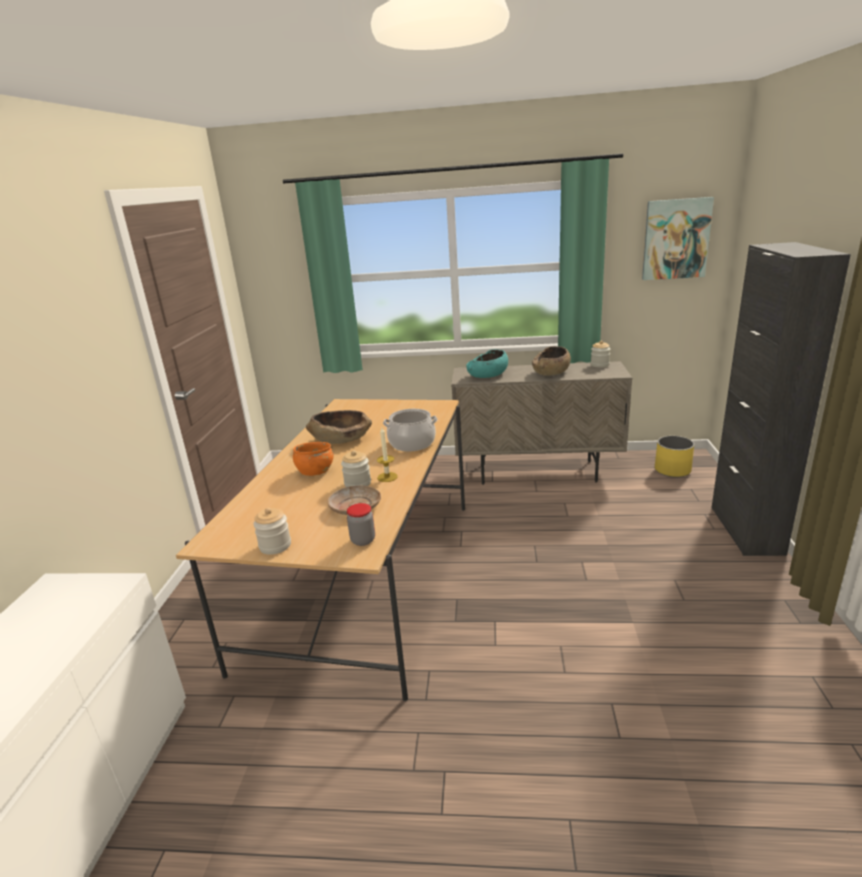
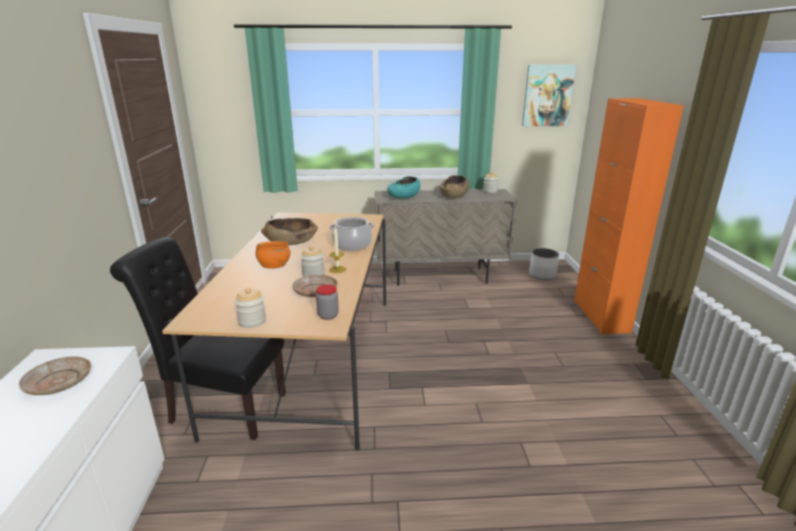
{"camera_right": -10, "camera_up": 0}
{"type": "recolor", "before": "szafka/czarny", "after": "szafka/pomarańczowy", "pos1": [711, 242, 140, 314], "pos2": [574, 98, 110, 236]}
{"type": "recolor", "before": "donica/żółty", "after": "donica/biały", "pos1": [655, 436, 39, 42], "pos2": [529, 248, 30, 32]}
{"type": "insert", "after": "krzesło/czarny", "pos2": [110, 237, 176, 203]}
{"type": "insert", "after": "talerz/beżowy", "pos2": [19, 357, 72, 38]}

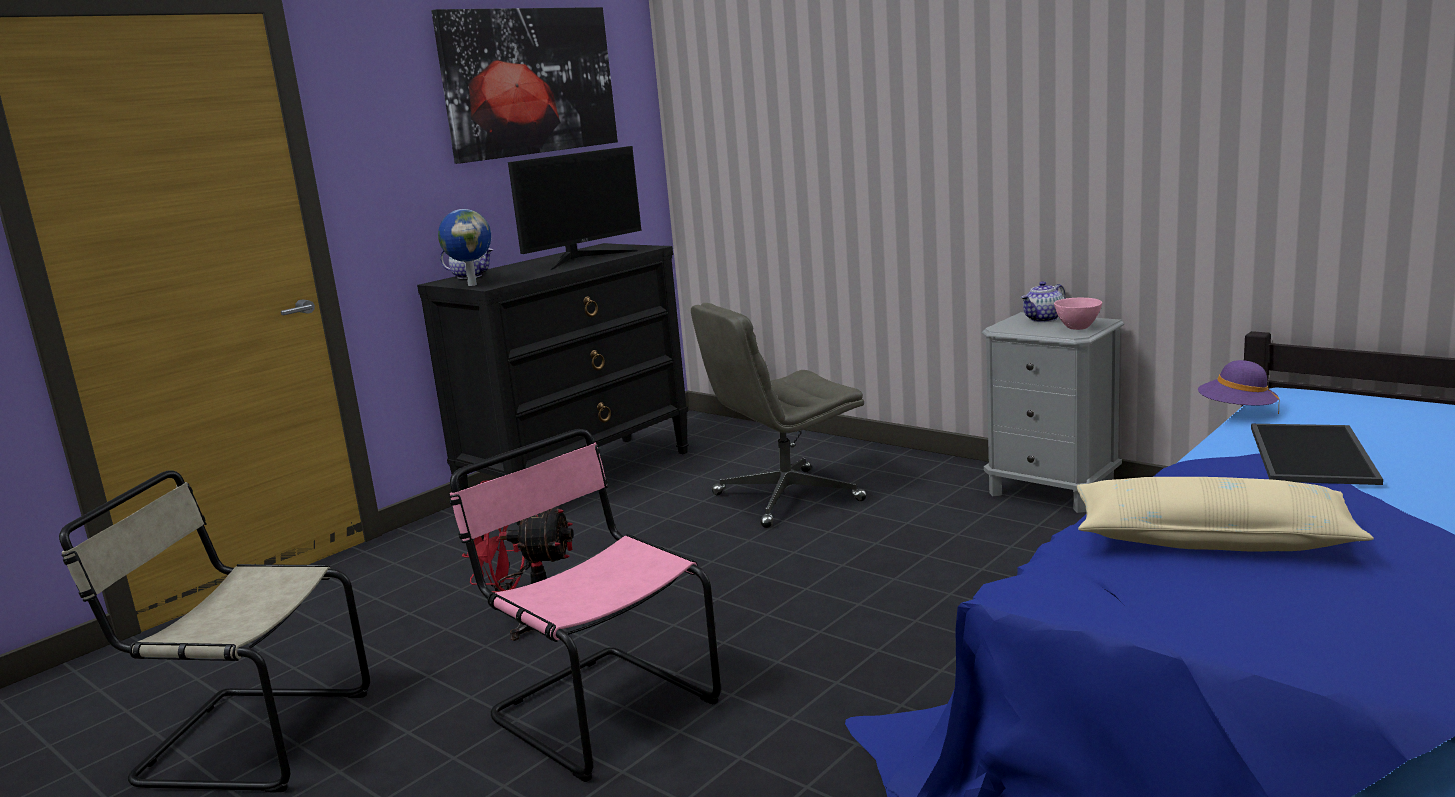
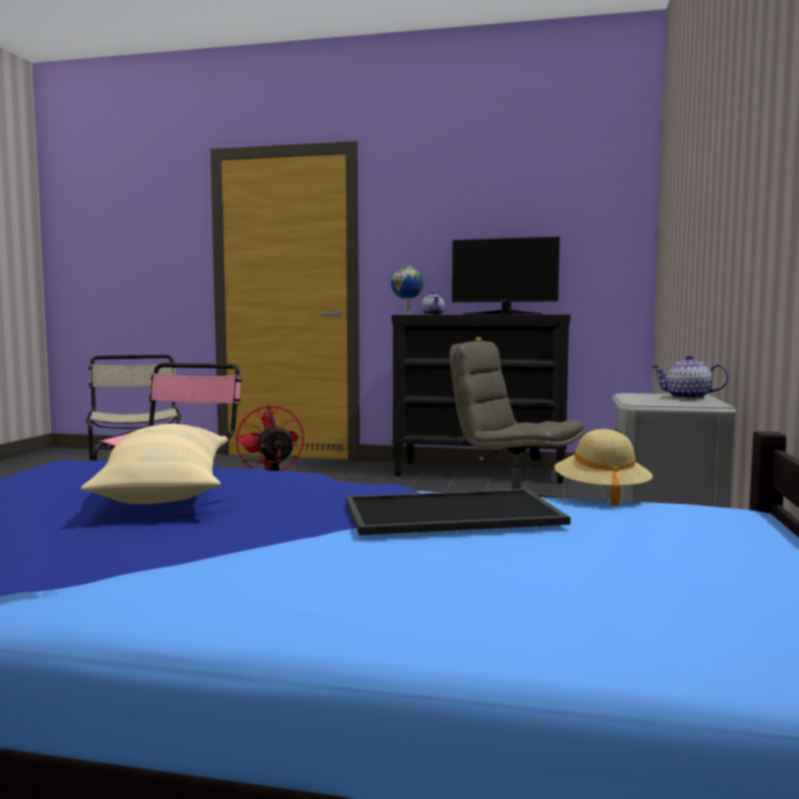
{"camera_right": 60, "camera_up": -10}
{"type": "delete", "before": "obraz", "pos1": [431, 7, 187, 157]}
{"type": "delete", "before": "miska/różowy", "pos1": [1054, 298, 48, 32]}
{"type": "recolor", "before": "kapelusz/fioletowy", "after": "kapelusz/beżowy", "pos1": [1198, 360, 82, 54], "pos2": [554, 429, 99, 78]}

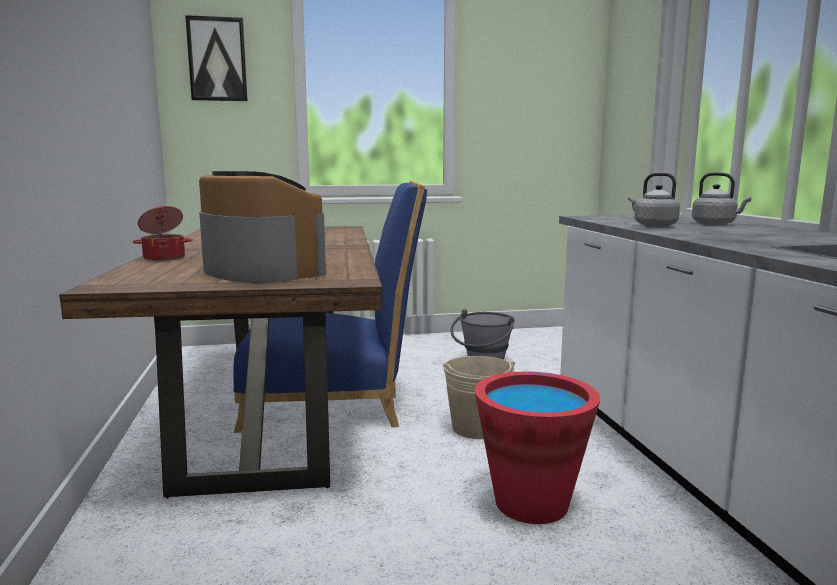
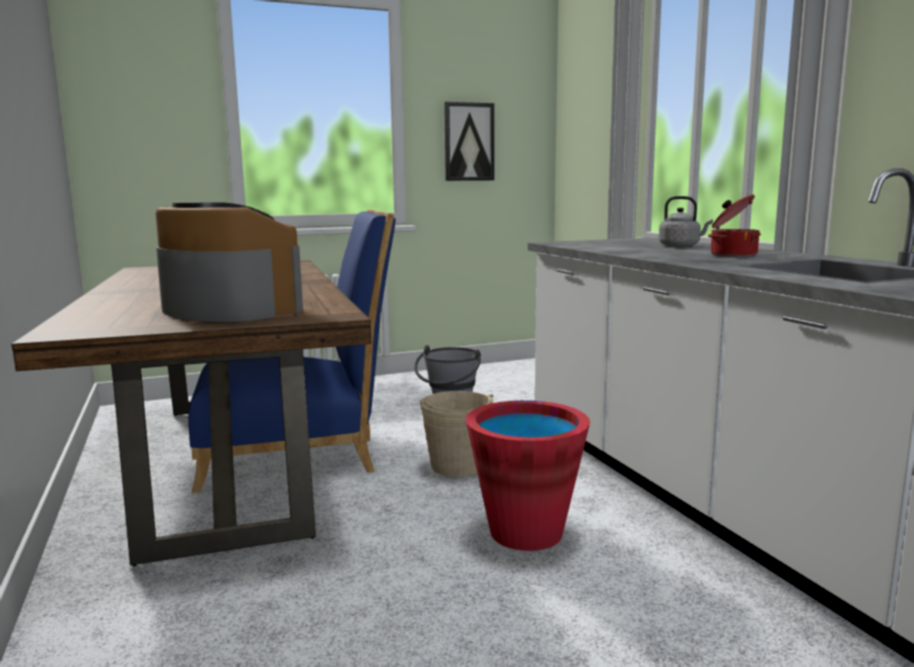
{"camera_right": -10, "camera_up": 0}
{"type": "move", "before": "obraz", "pos1": [185, 15, 63, 86], "pos2": [444, 102, 50, 79]}
{"type": "delete", "before": "czajnik/szary", "pos1": [628, 173, 52, 54]}
{"type": "move", "before": "garnek", "pos1": [132, 206, 61, 55], "pos2": [708, 195, 53, 62]}

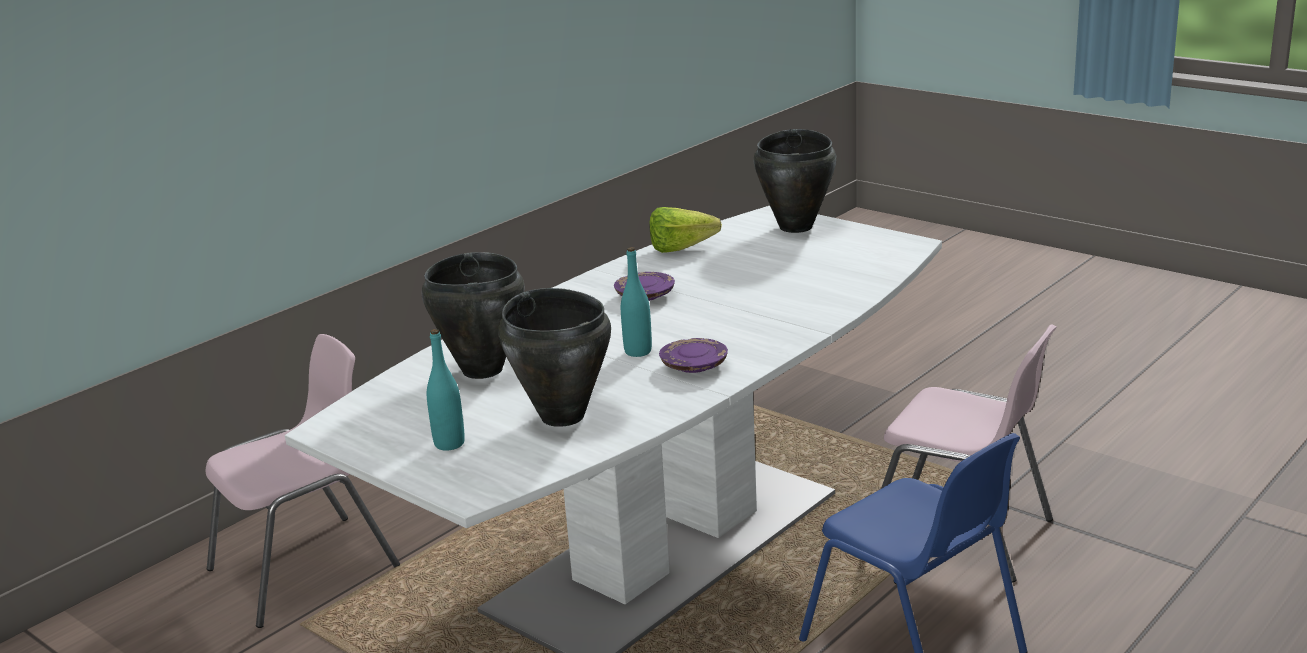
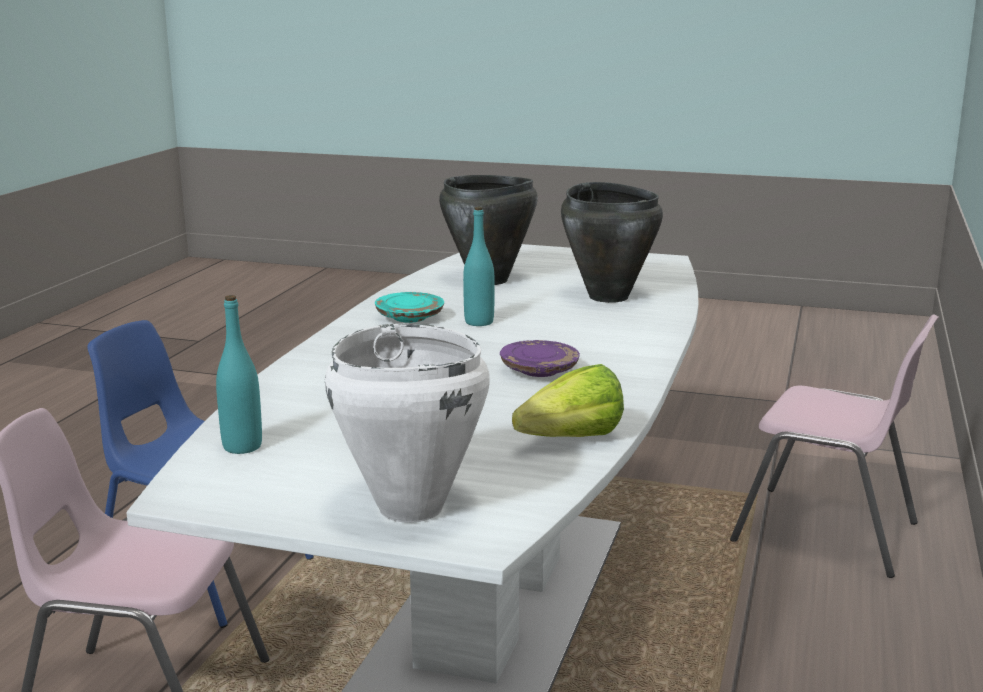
{"camera_right": 155, "camera_up": -5}
{"type": "recolor", "before": "garnek/czarny", "after": "garnek/biały", "pos1": [753, 129, 83, 104], "pos2": [325, 324, 165, 199]}
{"type": "move", "before": "butelka/turkusowy", "pos1": [427, 329, 38, 122], "pos2": [216, 295, 46, 159]}
{"type": "rotate", "before": "krzesło/różowy", "pos1": [206, 334, 194, 294], "pos2": [730, 315, 209, 263], "turn": -90}
{"type": "recolor", "before": "talerz/fioletowy", "after": "talerz/turkusowy", "pos1": [659, 338, 69, 35], "pos2": [375, 292, 69, 31]}

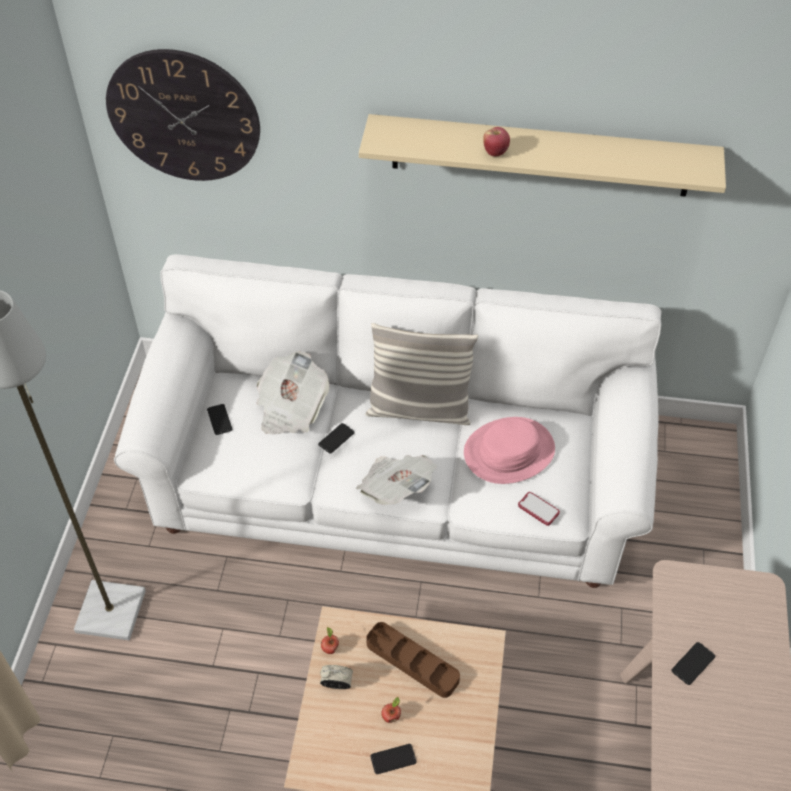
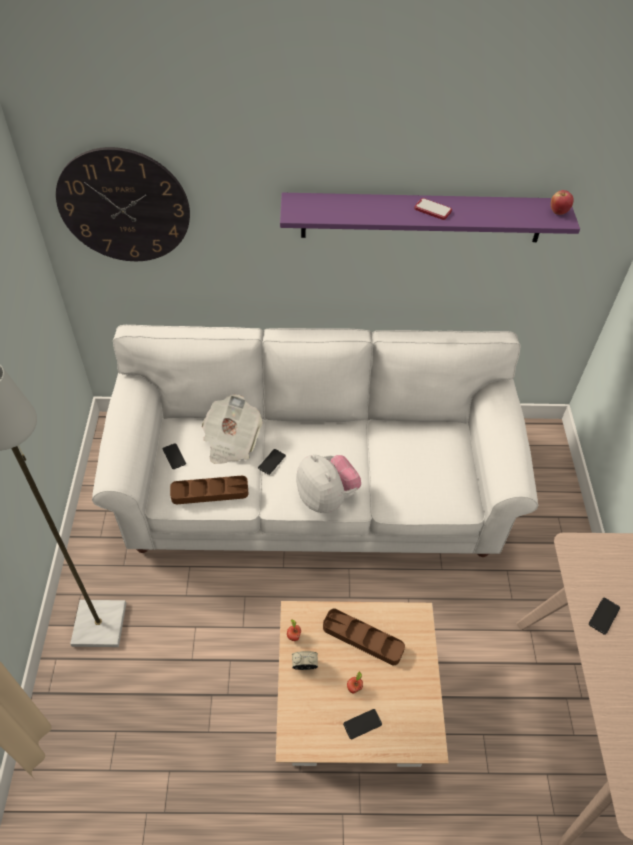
{"camera_right": -10, "camera_up": 0}
{"type": "recolor", "before": "półka/beżowy", "after": "półka/fioletowy", "pos1": [359, 114, 367, 83], "pos2": [280, 193, 300, 49]}
{"type": "move", "before": "jabłko", "pos1": [483, 127, 27, 30], "pos2": [551, 190, 23, 25]}
{"type": "delete", "before": "poduszka", "pos1": [365, 323, 113, 102]}
{"type": "delete", "before": "kapelusz/różowy", "pos1": [464, 417, 91, 67]}
{"type": "replace", "before": "gazeta", "after": "pluszak", "pos1": [356, 455, 81, 50], "pos2": [296, 455, 65, 58]}
{"type": "move", "before": "telefon", "pos1": [518, 492, 42, 34], "pos2": [414, 198, 38, 22]}
{"type": "insert", "after": "taca/brązowy", "pos2": [170, 476, 79, 28]}

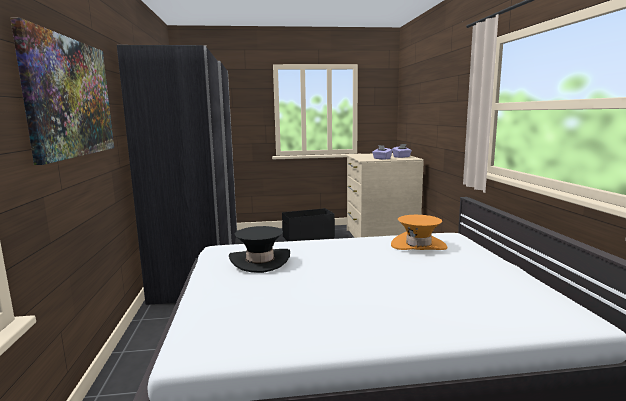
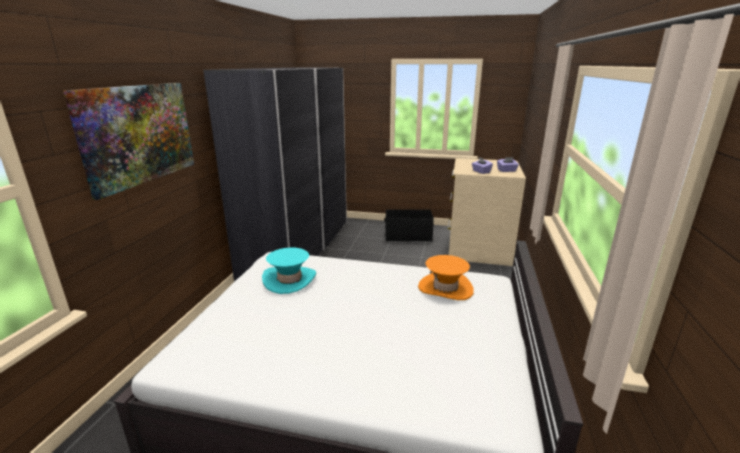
{"camera_right": 20, "camera_up": 10}
{"type": "recolor", "before": "kapelusz/czarny", "after": "kapelusz/turkusowy", "pos1": [229, 226, 61, 47], "pos2": [262, 248, 54, 46]}

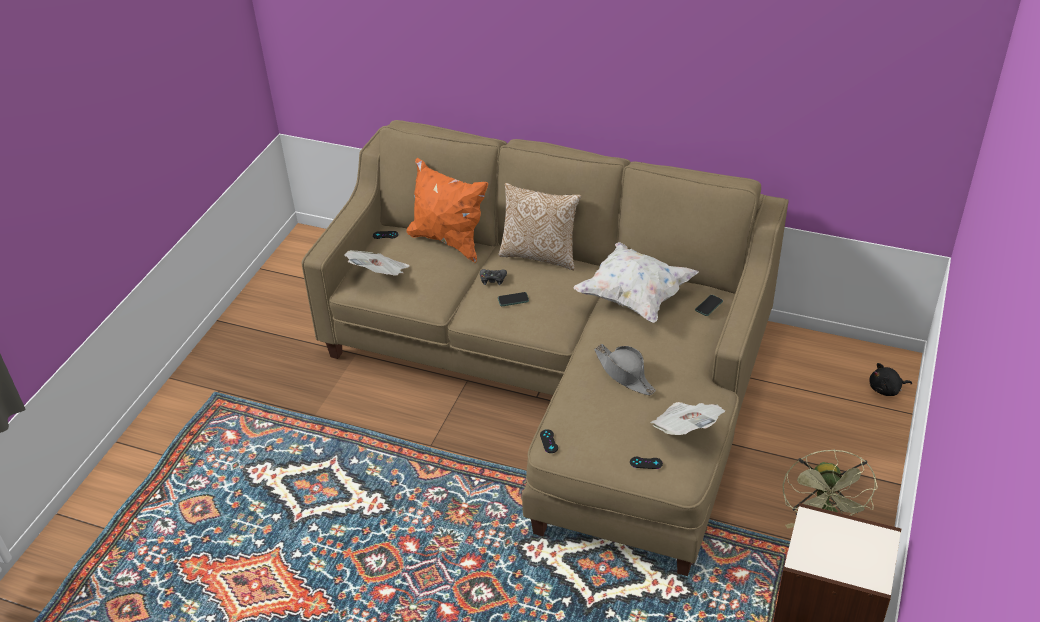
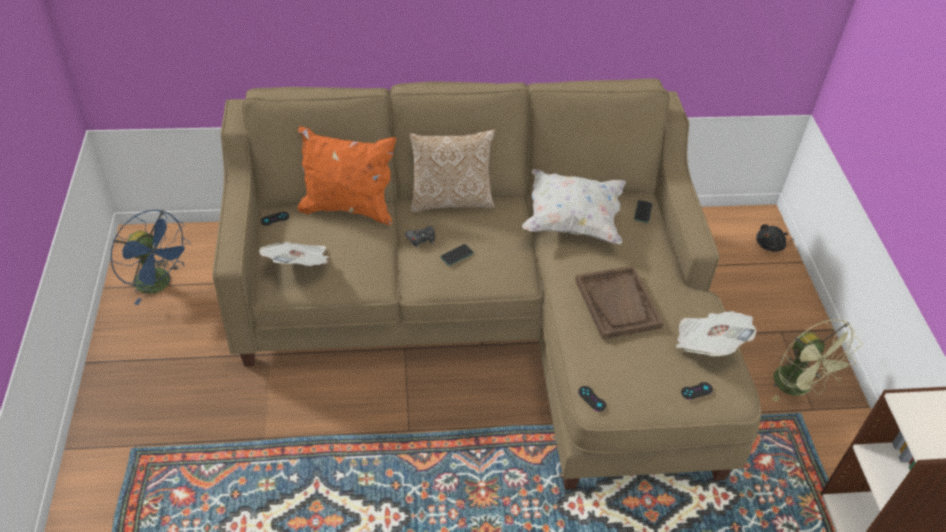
{"camera_right": -30, "camera_up": 5}
{"type": "replace", "before": "kapelusz/szary", "after": "taca/brązowy", "pos1": [594, 344, 62, 51], "pos2": [575, 266, 88, 73]}
{"type": "insert", "after": "wentylator/niebieski", "pos2": [110, 209, 81, 96]}

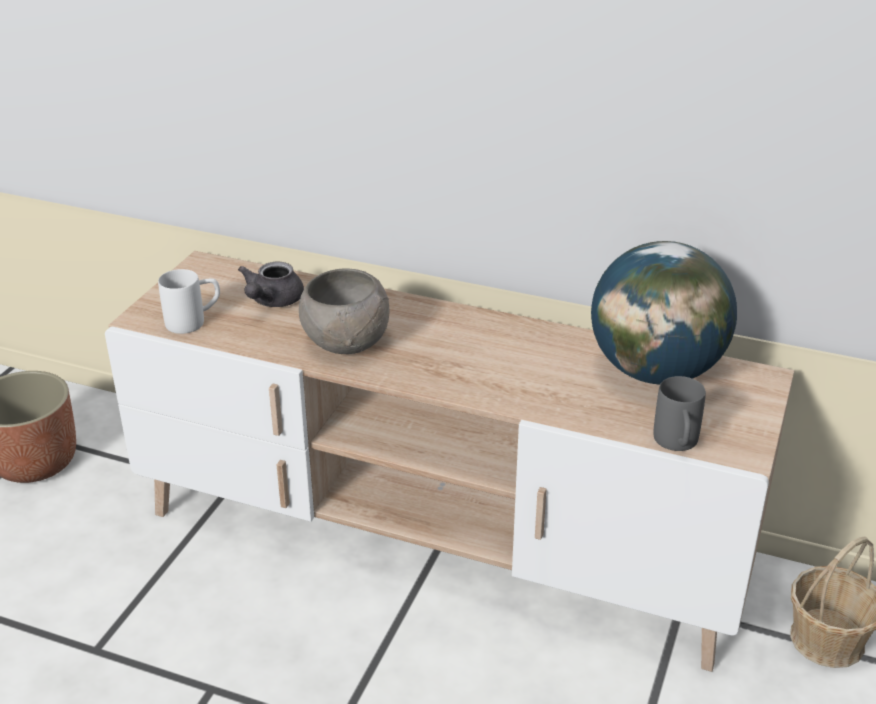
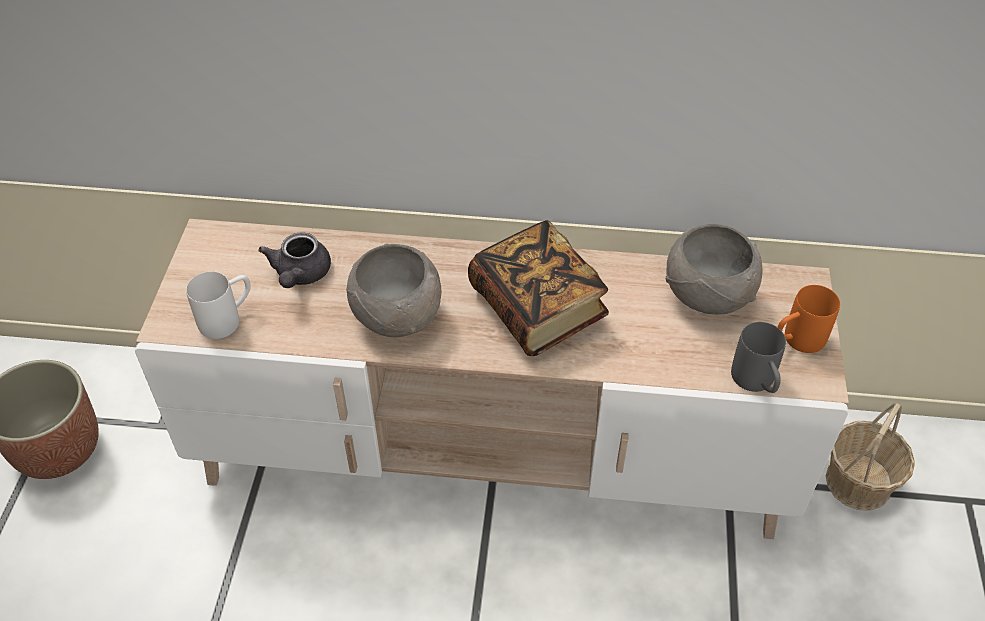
{"camera_right": -15, "camera_up": 15}
{"type": "replace", "before": "globus", "after": "miska/szary", "pos1": [591, 241, 146, 143], "pos2": [666, 224, 97, 90]}
{"type": "insert", "after": "książka", "pos2": [468, 220, 141, 136]}
{"type": "insert", "after": "kubek/pomarańczowy", "pos2": [778, 285, 62, 68]}

